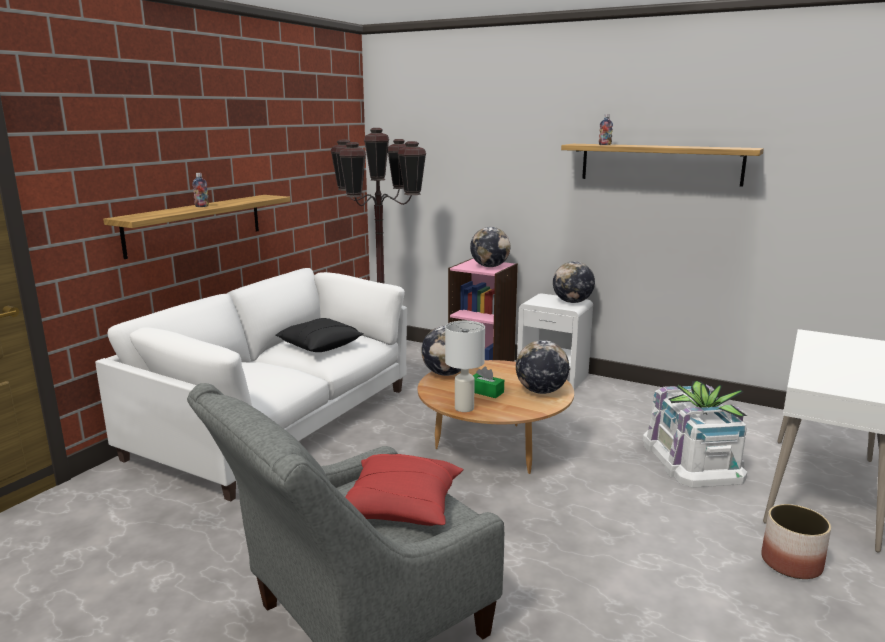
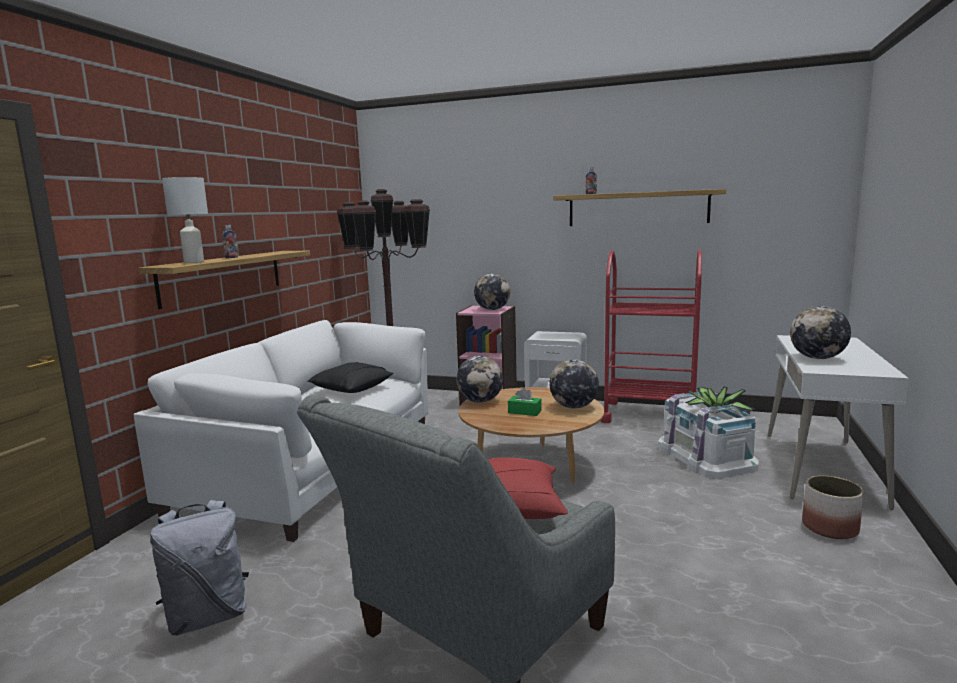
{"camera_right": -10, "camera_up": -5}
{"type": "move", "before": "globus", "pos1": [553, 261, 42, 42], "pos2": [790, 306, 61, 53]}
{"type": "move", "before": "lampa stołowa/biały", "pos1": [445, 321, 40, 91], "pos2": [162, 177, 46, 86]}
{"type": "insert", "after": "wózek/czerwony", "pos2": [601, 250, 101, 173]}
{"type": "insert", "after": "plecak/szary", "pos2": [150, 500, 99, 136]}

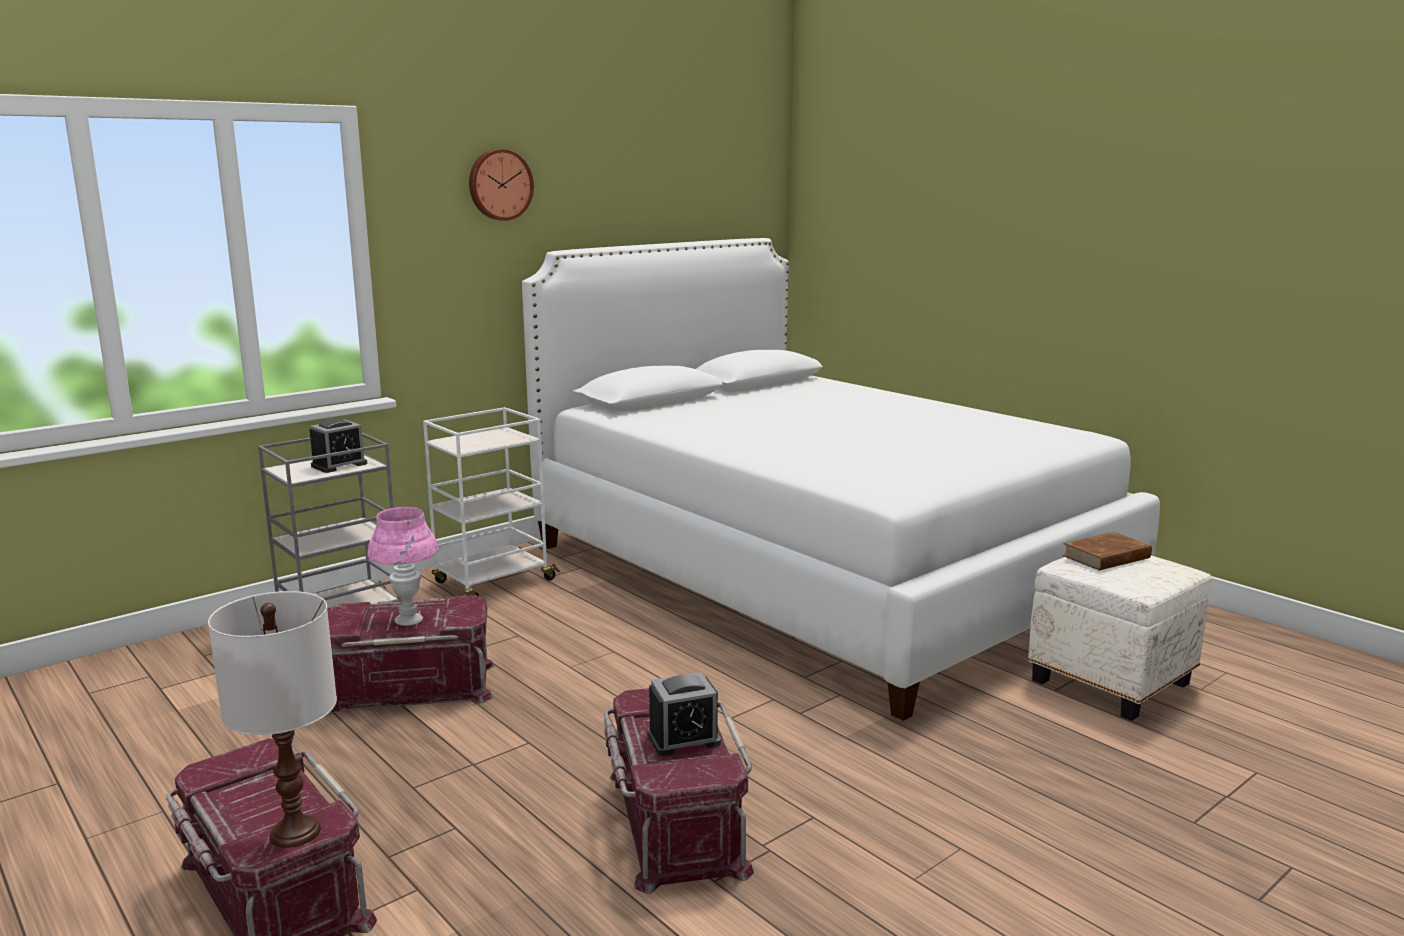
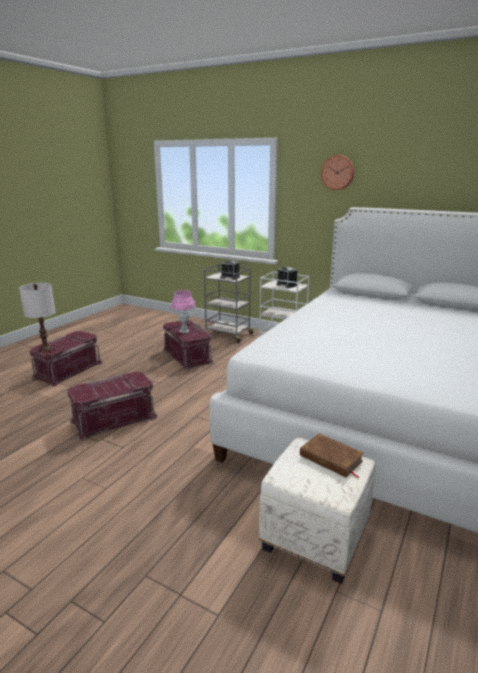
{"camera_right": 70, "camera_up": 5}
{"type": "move", "before": "budzik", "pos1": [647, 672, 74, 84], "pos2": [276, 267, 21, 21]}

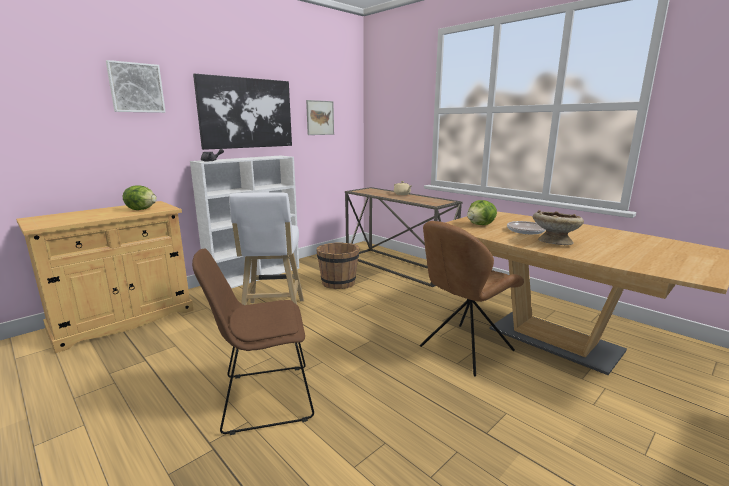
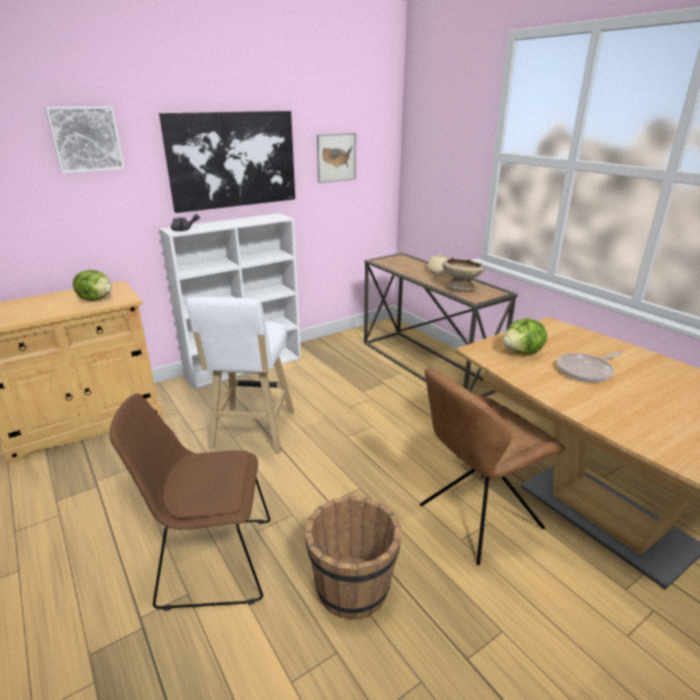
{"camera_right": 10, "camera_up": 10}
{"type": "move", "before": "miska/beżowy", "pos1": [533, 210, 51, 35], "pos2": [442, 257, 42, 34]}
{"type": "move", "before": "wiadro/brązowy", "pos1": [316, 242, 43, 47], "pos2": [304, 495, 97, 125]}

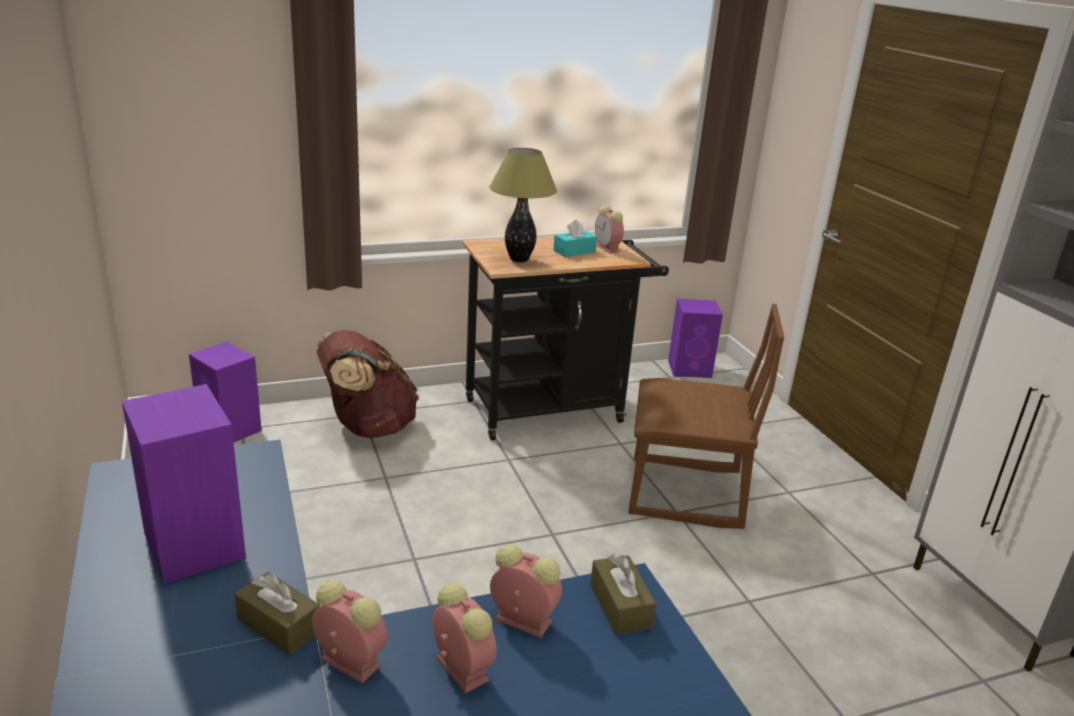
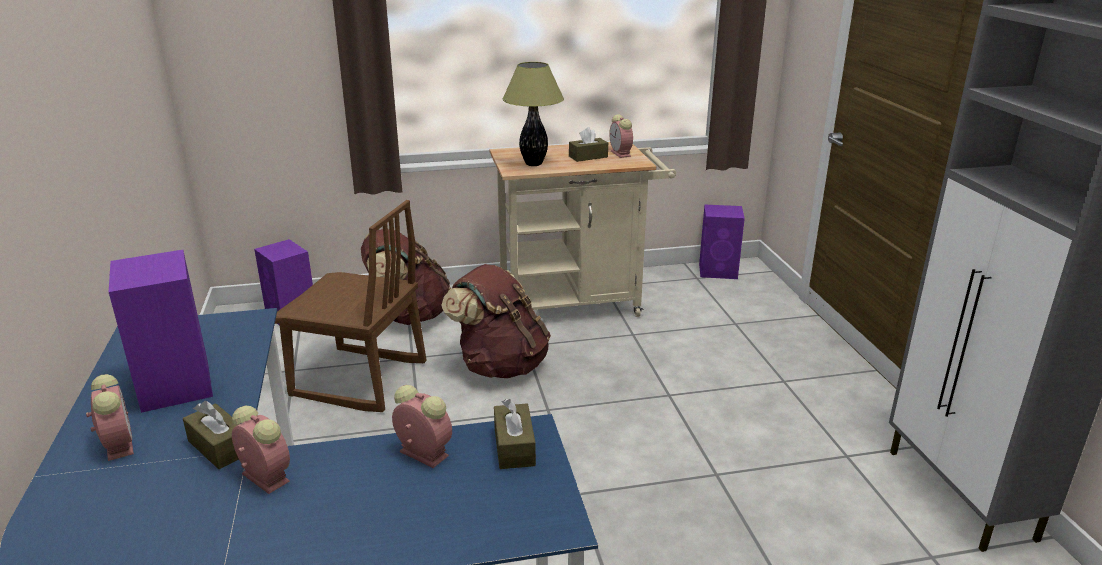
{"camera_right": 10, "camera_up": 0}
{"type": "recolor", "before": "pudełko chusteczek/turkusowy", "after": "pudełko chusteczek/brązowy", "pos1": [553, 219, 44, 38], "pos2": [569, 127, 39, 35]}
{"type": "recolor", "before": "wózek/czarny", "after": "wózek/beżowy", "pos1": [462, 233, 207, 207], "pos2": [490, 142, 186, 175]}
{"type": "move", "before": "krzesło/brązowy", "pos1": [628, 304, 156, 225], "pos2": [275, 200, 152, 212]}
{"type": "move", "before": "budzik", "pos1": [432, 583, 64, 110], "pos2": [86, 374, 48, 87]}
{"type": "insert", "after": "plecak/brązowy", "pos2": [441, 264, 110, 114]}

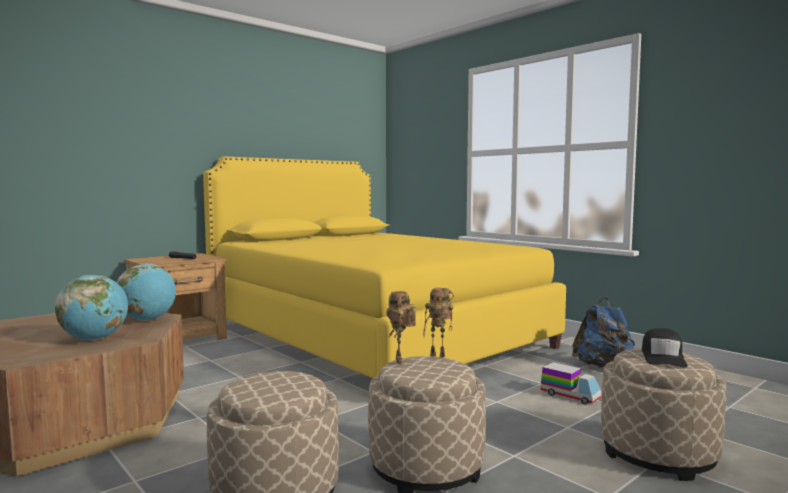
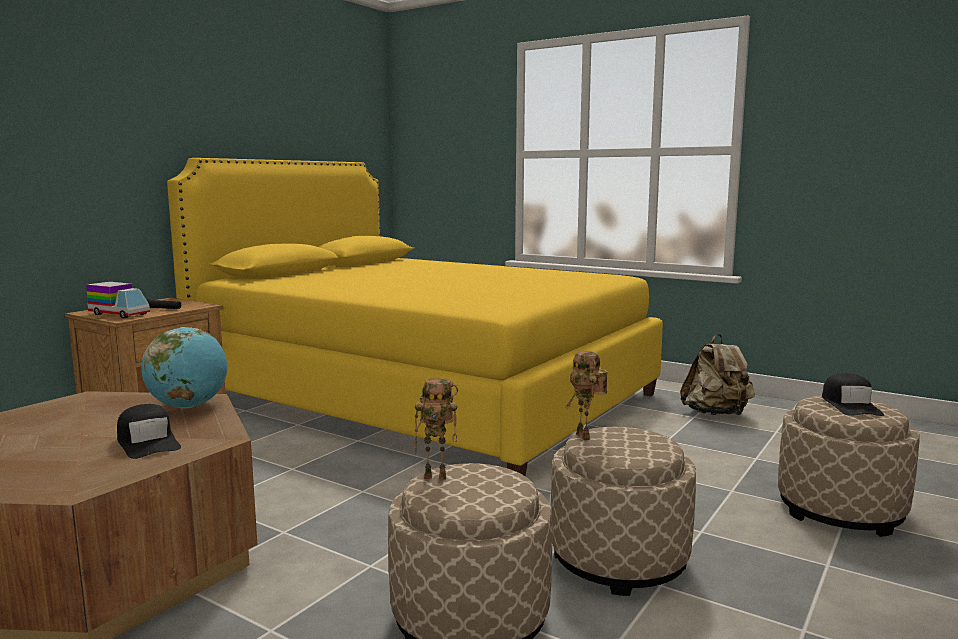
{"camera_right": -15, "camera_up": 5}
{"type": "replace", "before": "globus", "after": "czapka z daszkiem/czarny", "pos1": [55, 275, 73, 65], "pos2": [117, 404, 64, 55]}
{"type": "move", "before": "robot zabawkowy", "pos1": [423, 288, 31, 69], "pos2": [414, 378, 44, 102]}
{"type": "recolor", "before": "plecak/niebieski", "after": "plecak/beżowy", "pos1": [572, 297, 63, 71], "pos2": [680, 334, 75, 81]}
{"type": "move", "before": "ciężarówka zabawkowa", "pos1": [541, 362, 61, 43], "pos2": [87, 282, 63, 36]}

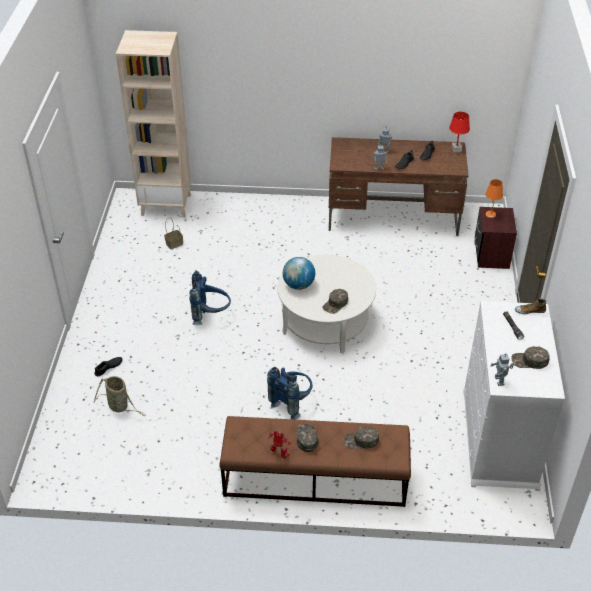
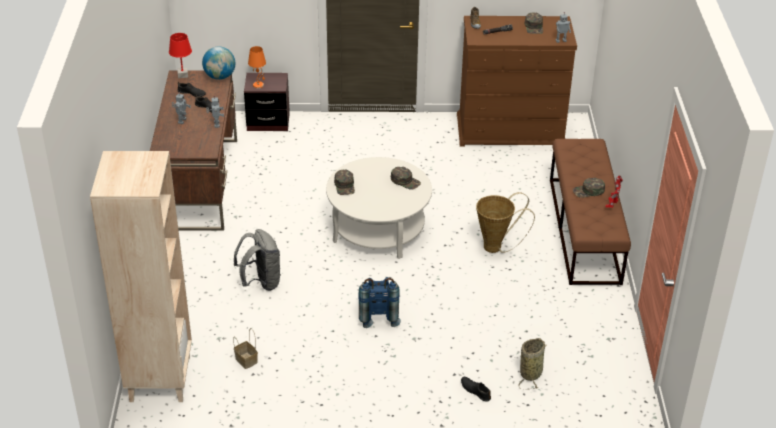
{"camera_right": -95, "camera_up": -5}
{"type": "move", "before": "globus", "pos1": [283, 257, 32, 33], "pos2": [202, 46, 33, 34]}
{"type": "recolor", "before": "komoda/biały", "after": "komoda/brązowy", "pos1": [463, 301, 102, 190], "pos2": [457, 16, 120, 131]}
{"type": "replace", "before": "plecak/niebieski", "after": "koszyk", "pos1": [267, 367, 46, 53], "pos2": [476, 192, 59, 61]}
{"type": "move", "before": "czapka z daszkiem/zielony", "pos1": [343, 426, 36, 23], "pos2": [334, 170, 21, 25]}
{"type": "insert", "after": "plecak/szary", "pos2": [233, 229, 48, 62]}

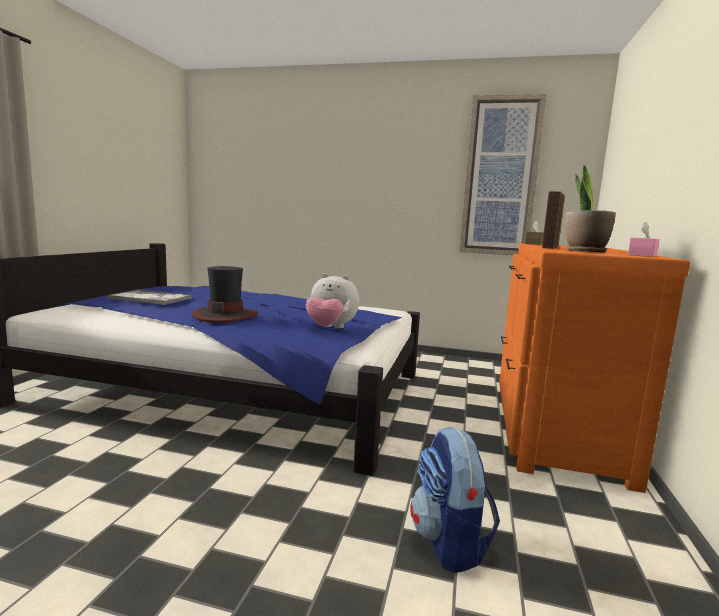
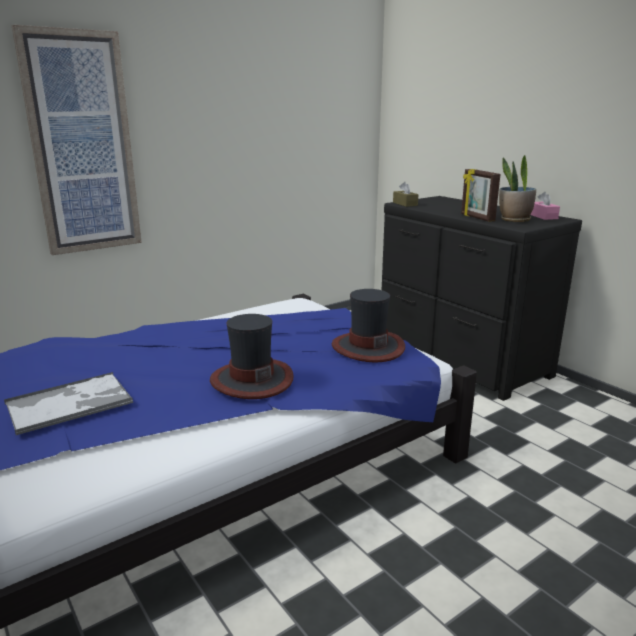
{"camera_right": -50, "camera_up": 10}
{"type": "move", "before": "obraz", "pos1": [459, 94, 88, 161], "pos2": [12, 25, 130, 230]}
{"type": "recolor", "before": "komoda/pomarańczowy", "after": "komoda/czarny", "pos1": [499, 243, 191, 250], "pos2": [382, 196, 200, 205]}
{"type": "replace", "before": "pluszak", "after": "kapelusz", "pos1": [306, 273, 53, 55], "pos2": [332, 289, 73, 73]}
{"type": "delete", "before": "plecak", "pos1": [410, 427, 90, 146]}

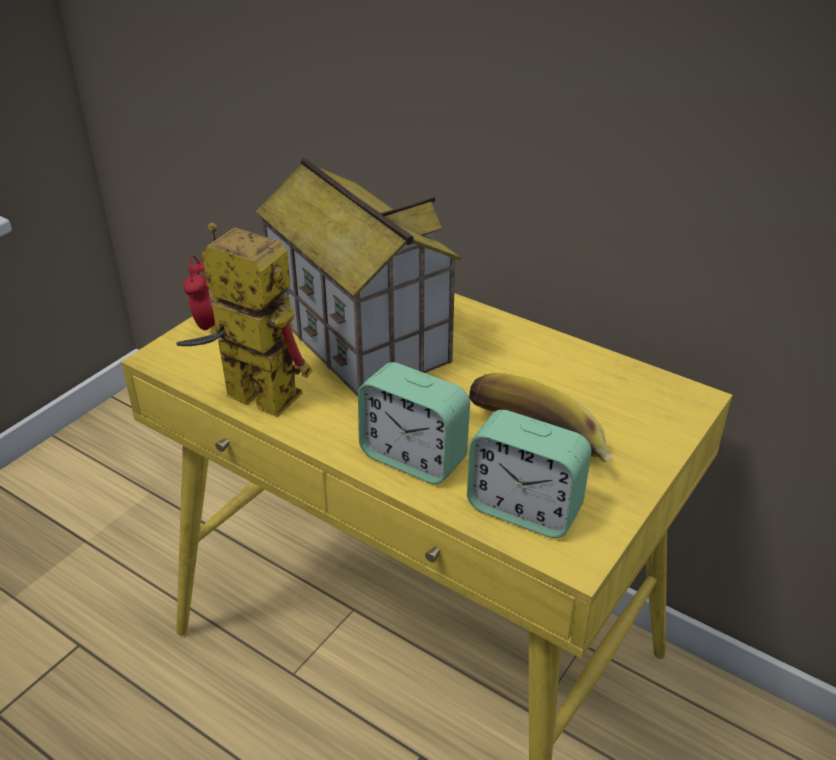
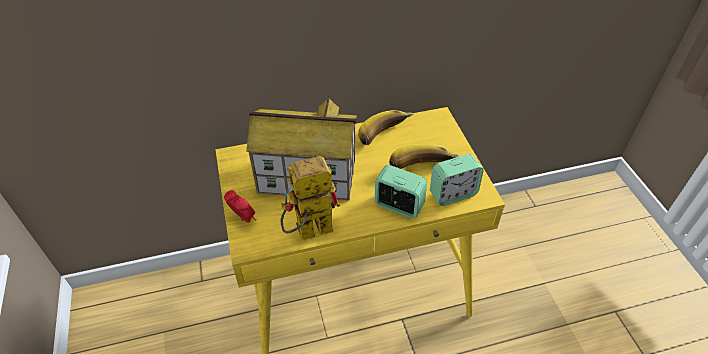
{"camera_right": -50, "camera_up": 10}
{"type": "rotate", "before": "budzik", "pos1": [358, 362, 112, 122], "pos2": [375, 165, 52, 53], "turn": -135}
{"type": "insert", "after": "banan", "pos2": [358, 110, 55, 35]}

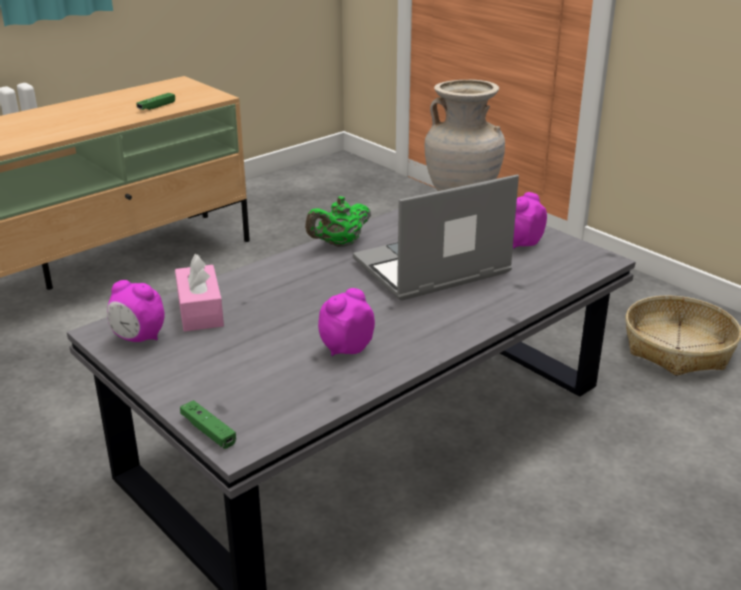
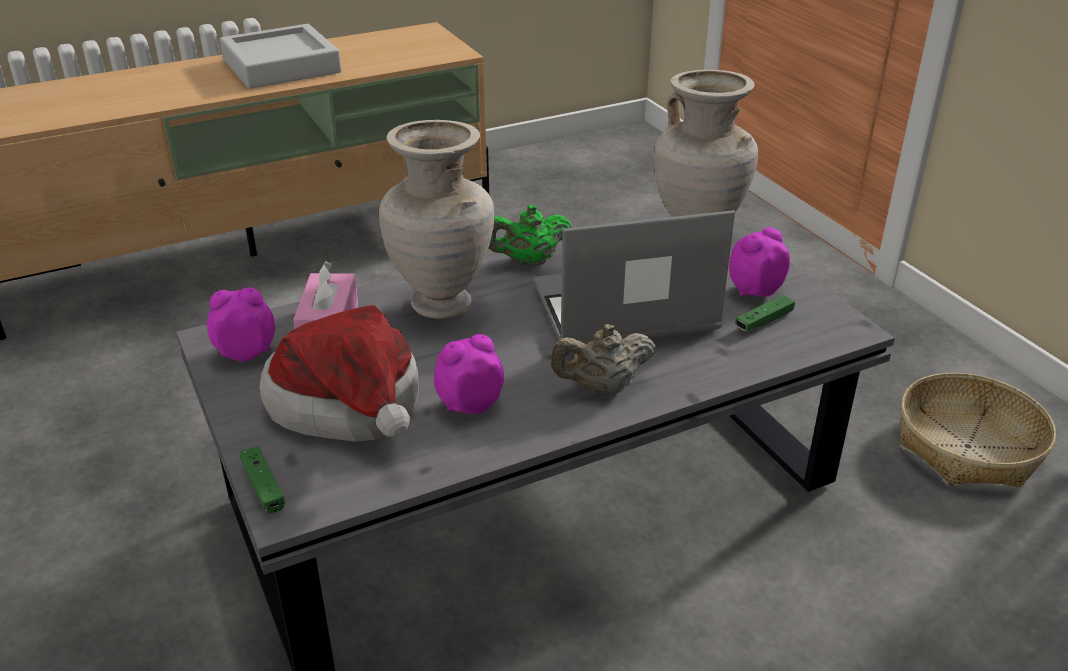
{"camera_right": 15, "camera_up": 5}
{"type": "move", "before": "pad do gier/zielony", "pos1": [136, 93, 39, 17], "pos2": [735, 295, 60, 36]}
{"type": "rotate", "before": "budzik", "pos1": [107, 280, 58, 62], "pos2": [207, 287, 68, 74], "turn": 135}
{"type": "insert", "after": "taca/szary", "pos2": [220, 24, 121, 65]}
{"type": "insert", "after": "wazon/beżowy", "pos2": [379, 120, 115, 199]}
{"type": "insert", "after": "kapelusz", "pos2": [260, 305, 159, 137]}
{"type": "insert", "after": "imbryk/beżowy", "pos2": [551, 324, 105, 70]}

